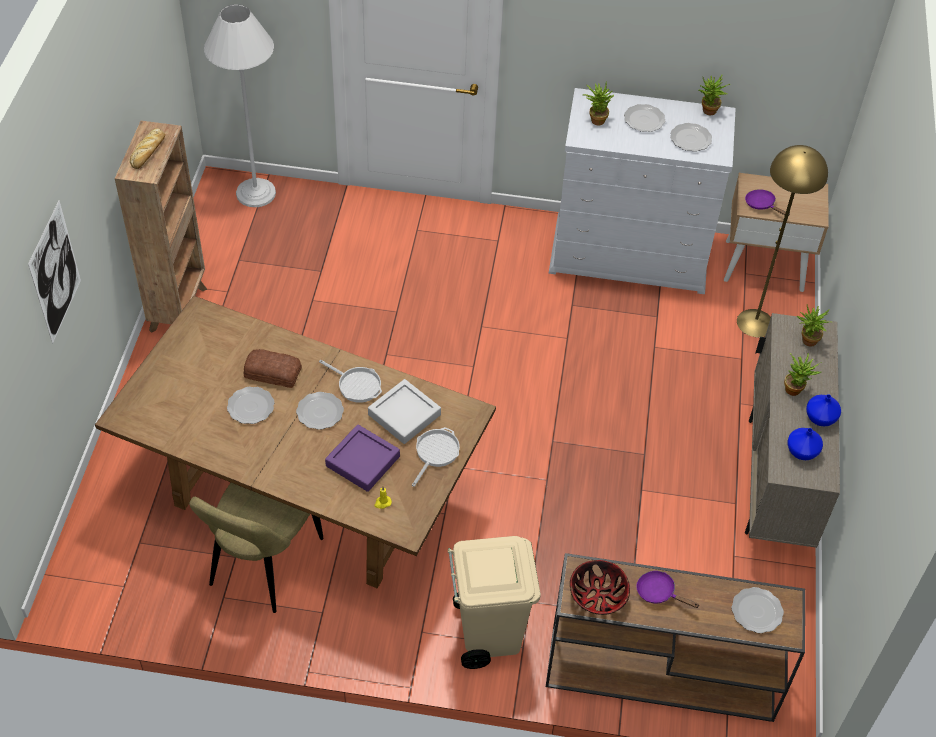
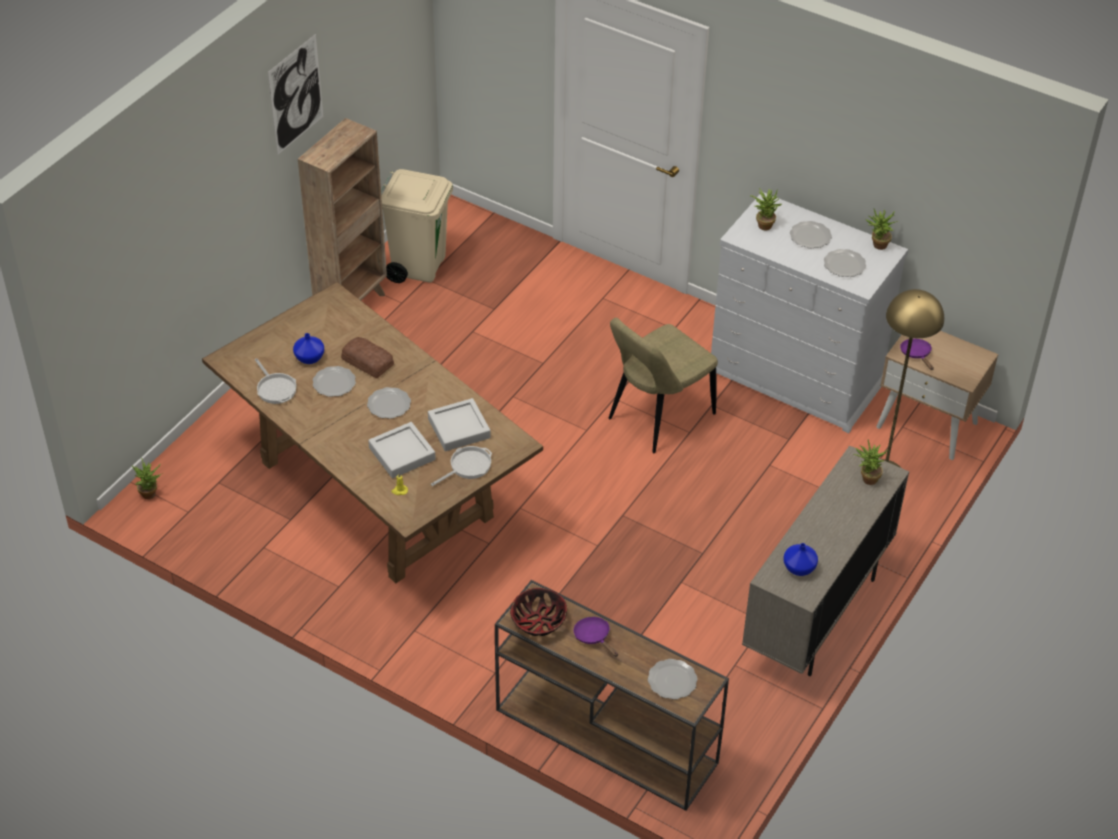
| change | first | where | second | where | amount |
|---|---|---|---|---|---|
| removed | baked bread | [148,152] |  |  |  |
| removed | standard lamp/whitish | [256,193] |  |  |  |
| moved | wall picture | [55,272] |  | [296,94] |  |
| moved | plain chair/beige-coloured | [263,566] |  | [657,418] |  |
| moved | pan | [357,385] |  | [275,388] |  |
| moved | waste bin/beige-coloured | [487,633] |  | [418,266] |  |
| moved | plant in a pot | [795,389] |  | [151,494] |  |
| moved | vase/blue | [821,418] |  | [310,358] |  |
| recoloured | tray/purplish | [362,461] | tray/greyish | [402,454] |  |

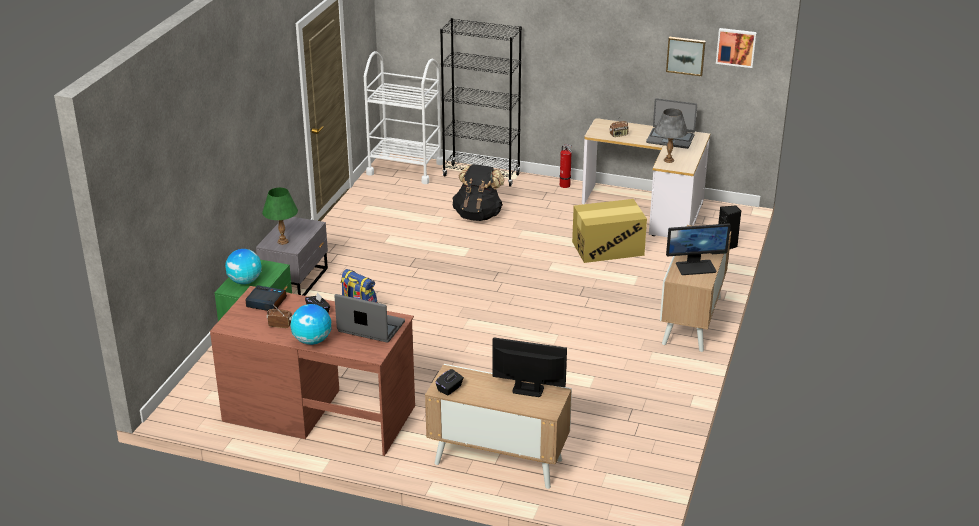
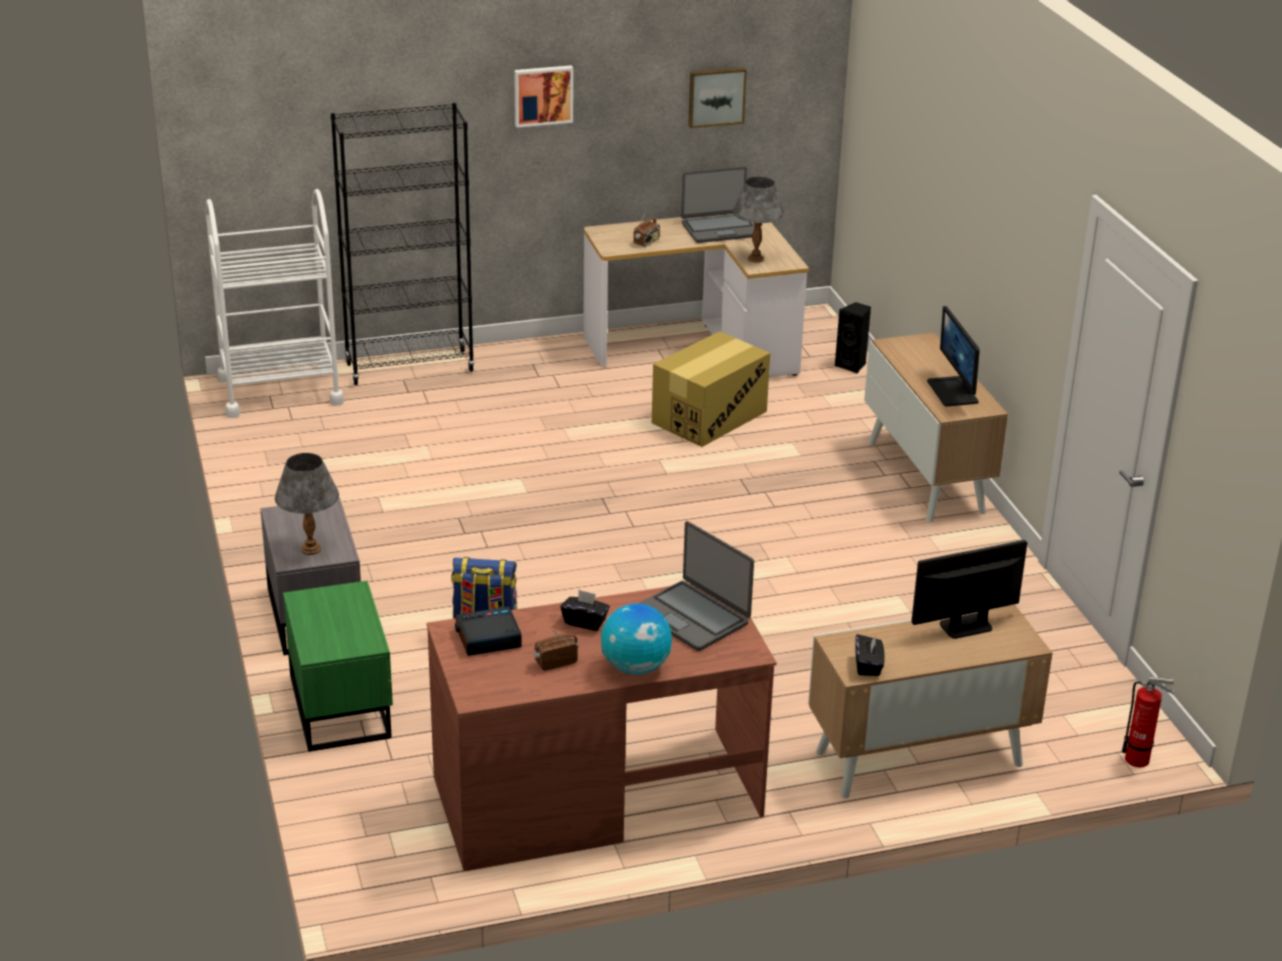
| change | first | where | second | where | amount |
|---|---|---|---|---|---|
| removed | globe | [245,281] |  |  |  |
| removed | backpack/black-coloured | [478,215] |  |  |  |
| moved | extinguisher | [565,186] |  | [1140,760] |  |
| moved | wall picture | [736,47] |  | [543,95] |  |
| recoloured | tabletop lamp/green-coloured | [283,241] | tabletop lamp/greyish | [311,549] |  |
| turned | laptop | [371,327] |  | [692,616] | 120 degrees counterclockwise |
| turned | monitor | [696,267] |  | [954,392] | 120 degrees clockwise |

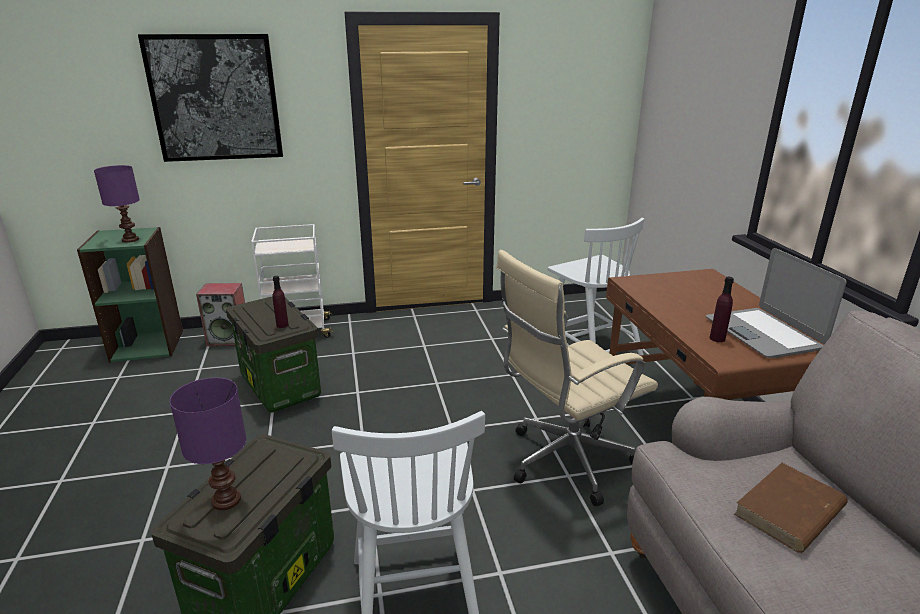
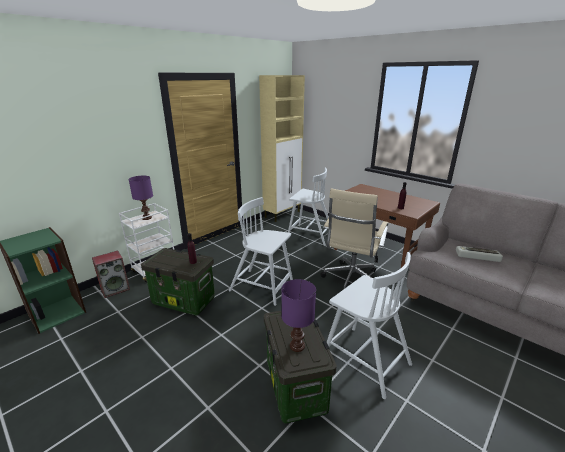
| change | first | where | second | where | amount |
|---|---|---|---|---|---|
| removed | wall picture | [215,98] |  |  |  |
| removed | laptop | [763,333] |  |  |  |
| added |  |  | plain chair/whitish | [262,287] |  |
| added |  |  | storage cabinet/beige-coloured | [282,214] |  |
| moved | tabletop lamp/purplish | [131,239] |  | [147,218] |  |
| replaced | bound book/brown-coloured | [789,511] | computer keyboard | [477,256] |  |

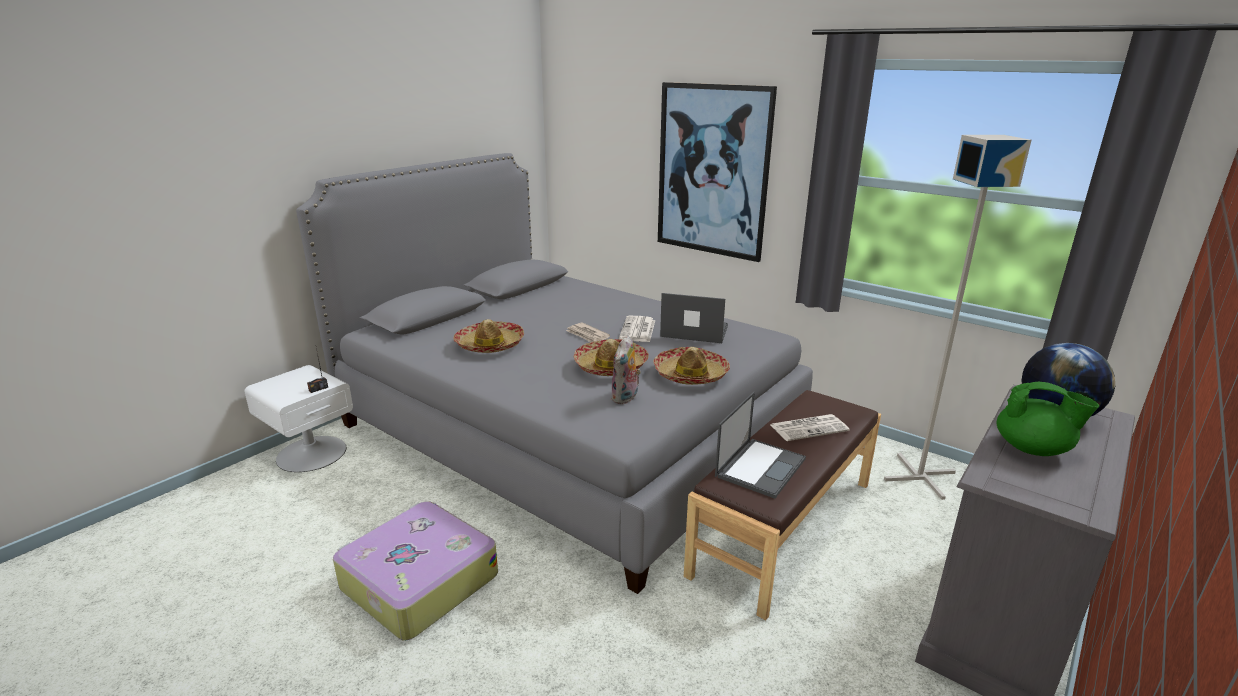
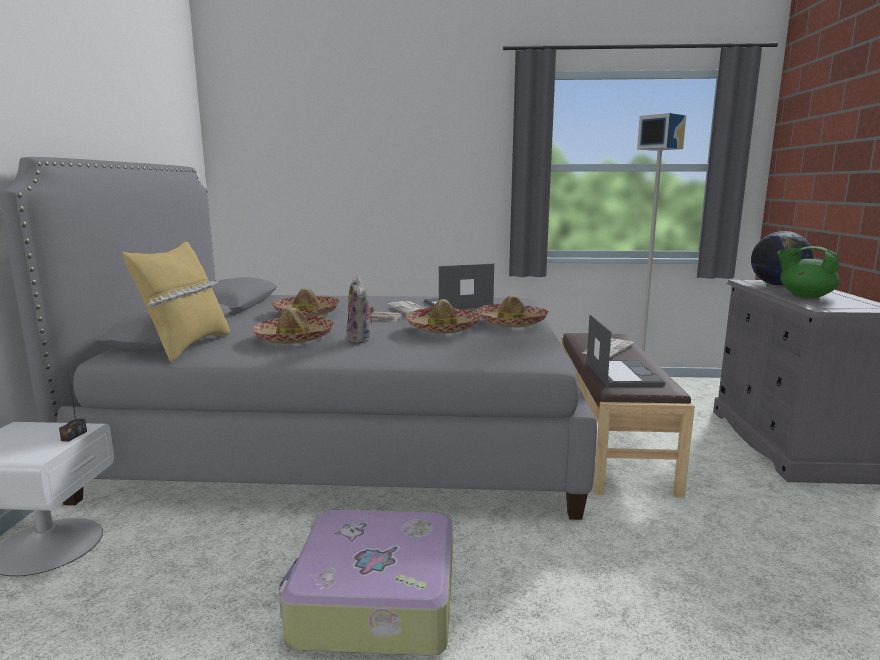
| change | first | where | second | where | amount |
|---|---|---|---|---|---|
| removed | wall picture | [712,171] |  |  |  |
| added |  |  | throw pillow/yellow | [186,346] |  |
| added |  |  | hat | [305,313] |  |
| moved | cuddly toy | [626,398] |  | [361,340] |  |
| turned | tea pot/green-coloured | [1033,449] |  | [805,296] | 135 degrees counterclockwise |

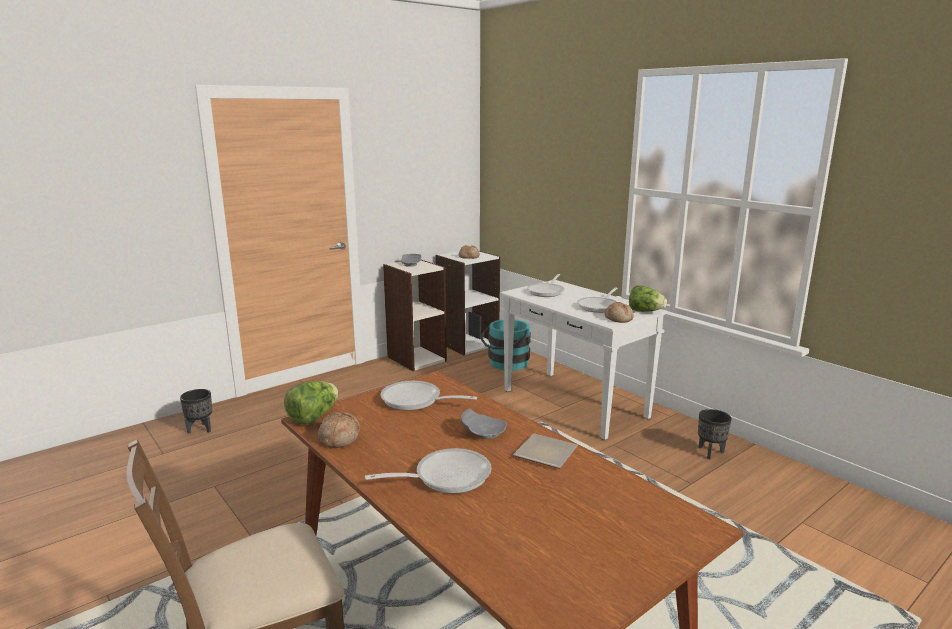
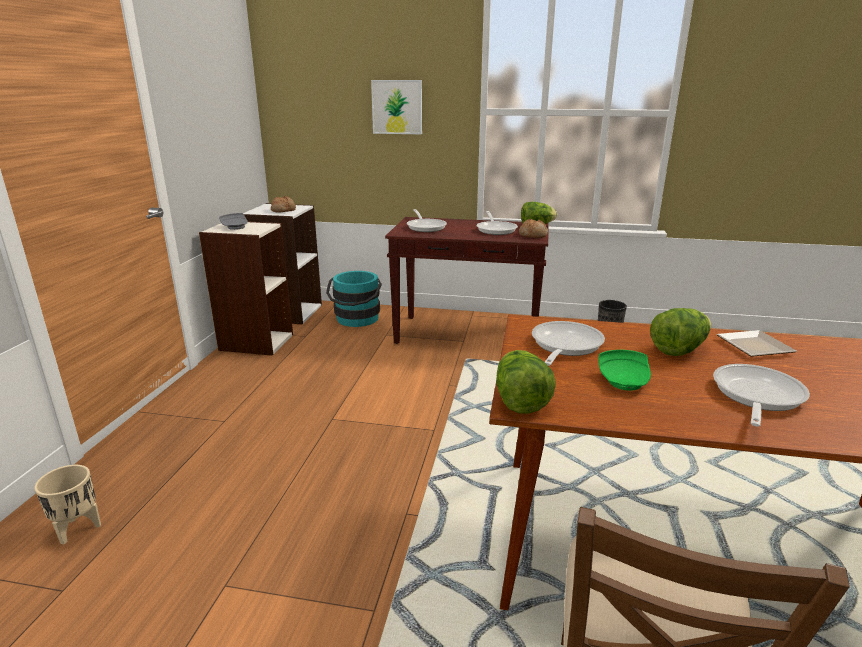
| change | first | where | second | where | amount |
|---|---|---|---|---|---|
| removed | baked bread | [338,438] |  |  |  |
| added |  |  | wall picture | [397,107] |  |
| added |  |  | plate/green-coloured | [624,380] |  |
| replaced | plate/greyish | [483,432] | lettuce head | [678,349] |  |
| recoloured | flower pot/black-coloured | [201,429] | flower pot/beige-coloured | [78,529] |  |
| recoloured | console table/whitish | [575,404] | console table/brown-coloured | [468,335] |  |
| turned | pan | [416,401] |  | [564,346] | 135 degrees clockwise |

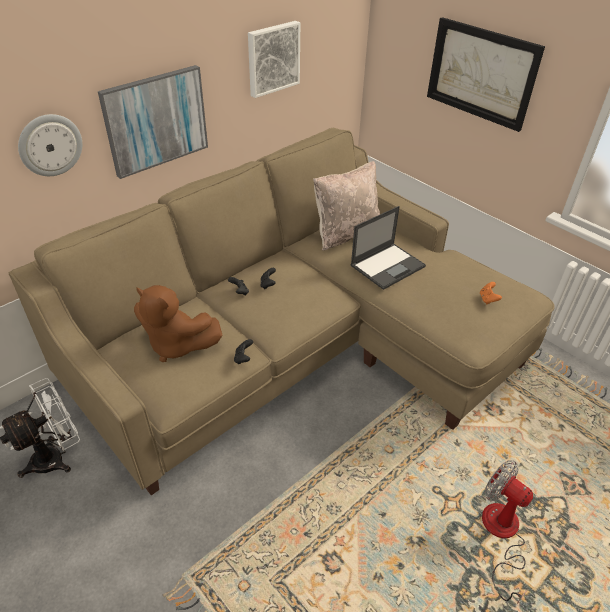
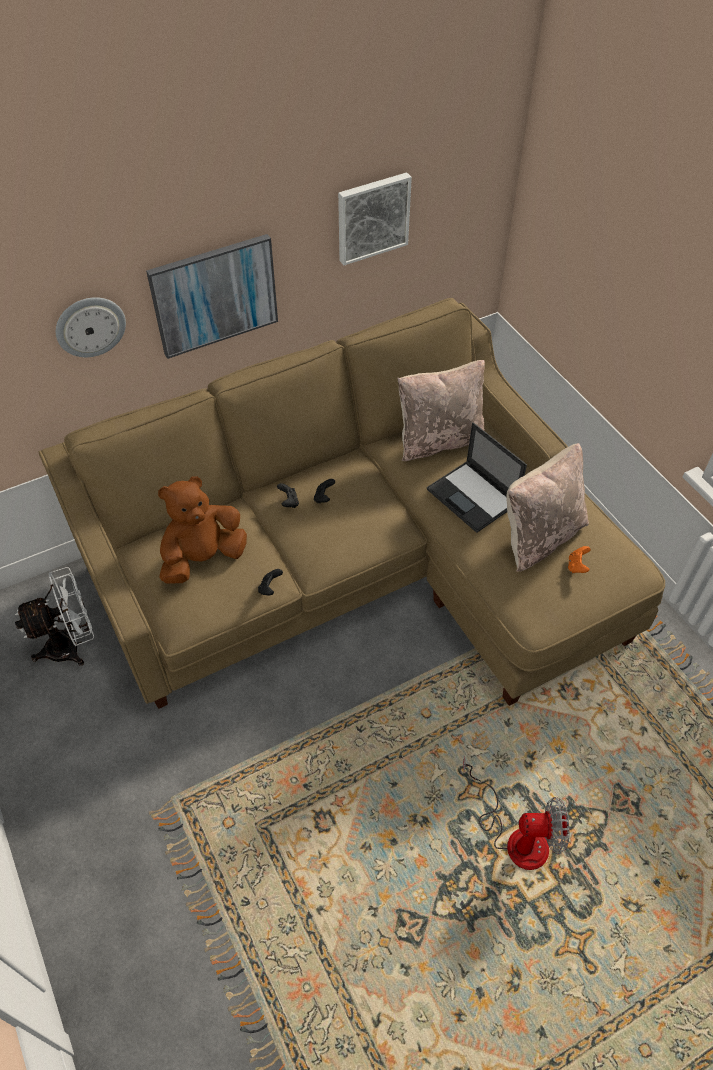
| change | first | where | second | where | amount |
|---|---|---|---|---|---|
| removed | wall picture | [481,73] |  |  |  |
| added |  |  | throw pillow/beige-coloured | [540,536] |  |
| turned | cuddly toy/brown-coloured | [176,345] |  | [203,558] | 105 degrees clockwise |
| turned | laptop | [388,265] |  | [473,497] | 75 degrees clockwise |
| turned | cooling fan | [501,535] |  | [516,836] | 120 degrees clockwise |

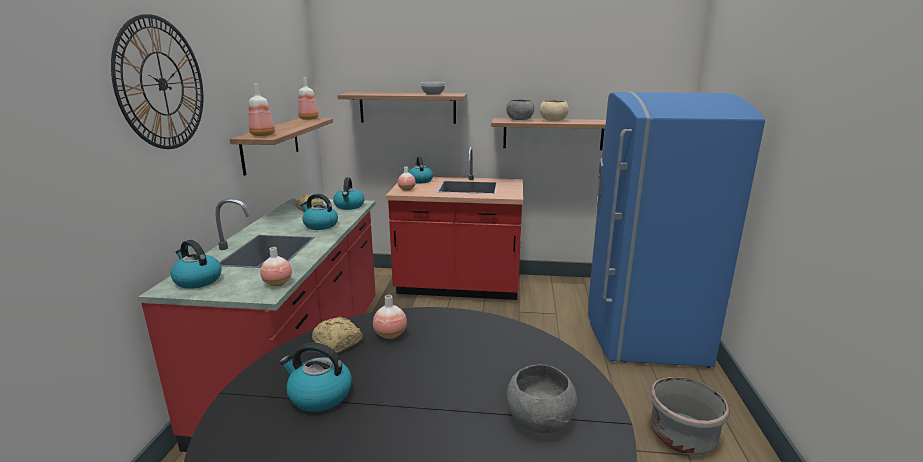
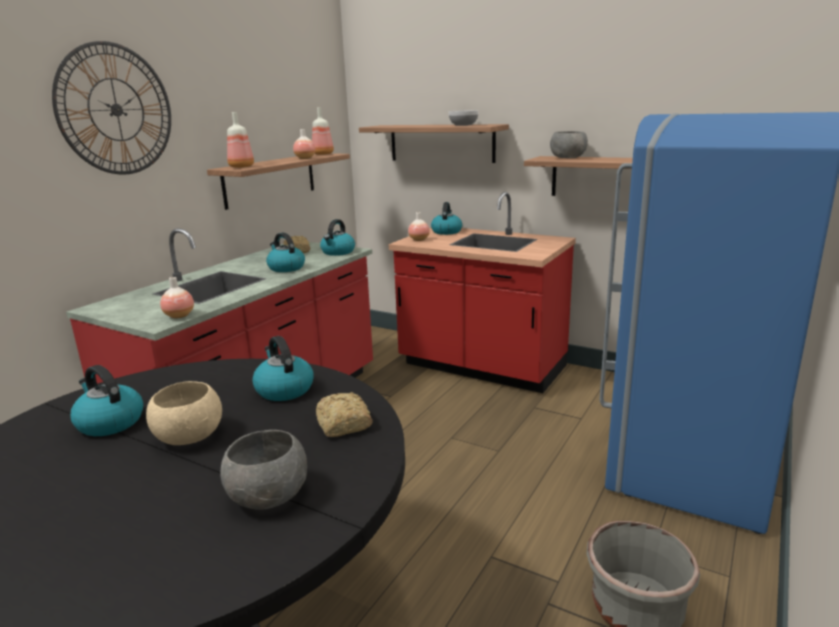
| change | first | where | second | where | amount |
|---|---|---|---|---|---|
| moved | kettle | [197,280] |  | [284,389] |  |
| moved | baked bread | [337,343] |  | [343,425] |  |
| moved | vase | [390,334] |  | [305,158] |  |
| moved | deep dish/beige-coloured | [553,120] |  | [189,436] |  |

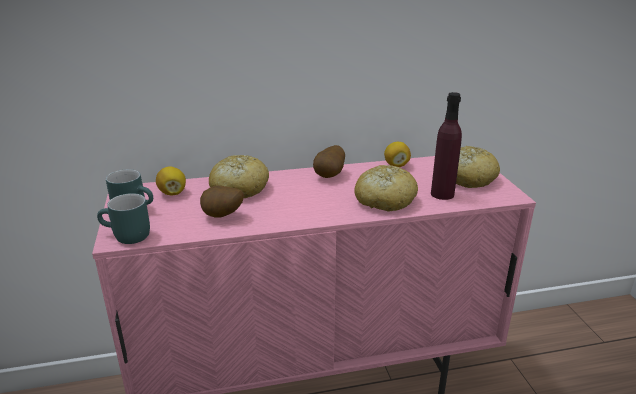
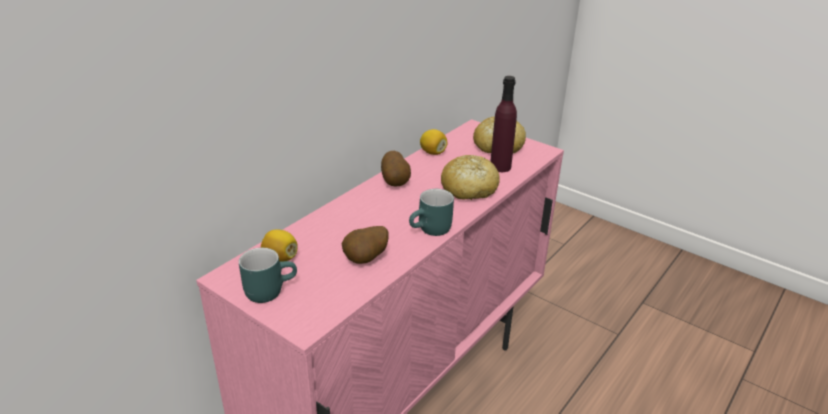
| change | first | where | second | where | amount |
|---|---|---|---|---|---|
| removed | baked bread | [239,188] |  |  |  |
| moved | coffee mug/turquoise-coloured | [126,237] |  | [432,231] |  |

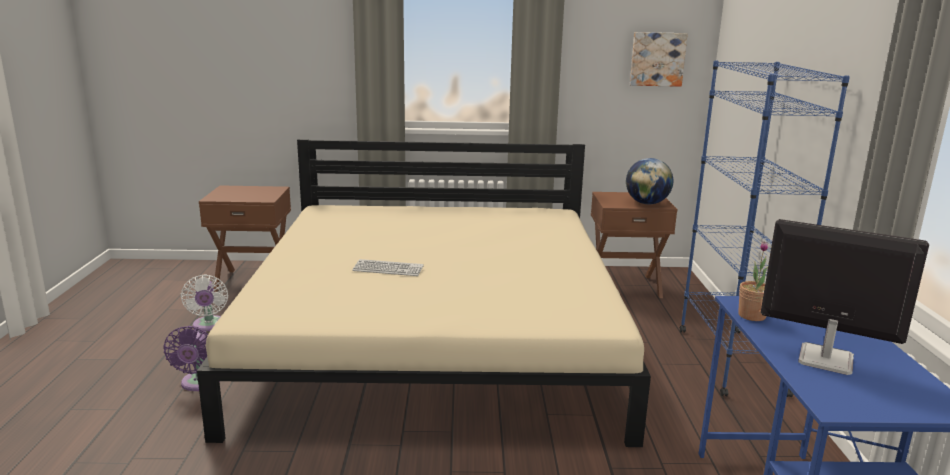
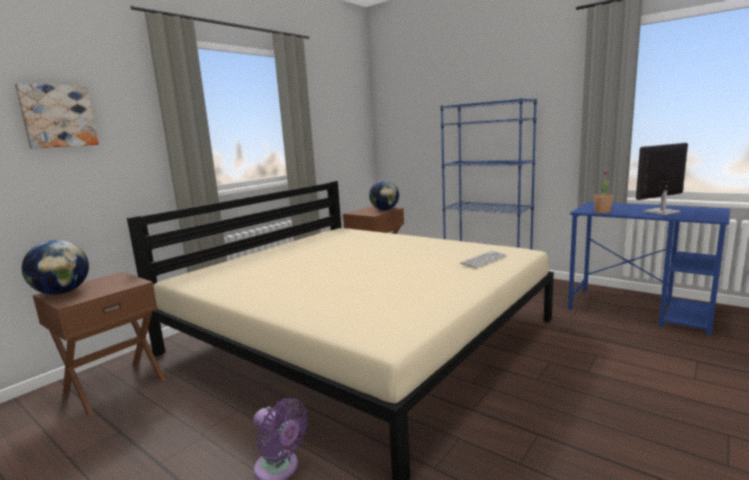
| change | first | where | second | where | amount |
|---|---|---|---|---|---|
| removed | cooling fan/whitish | [209,326] |  |  |  |
| added |  |  | globe | [62,292] |  |
| moved | computer keyboard | [388,269] |  | [484,260] |  |
| moved | wall picture | [657,59] |  | [58,116] |  |

